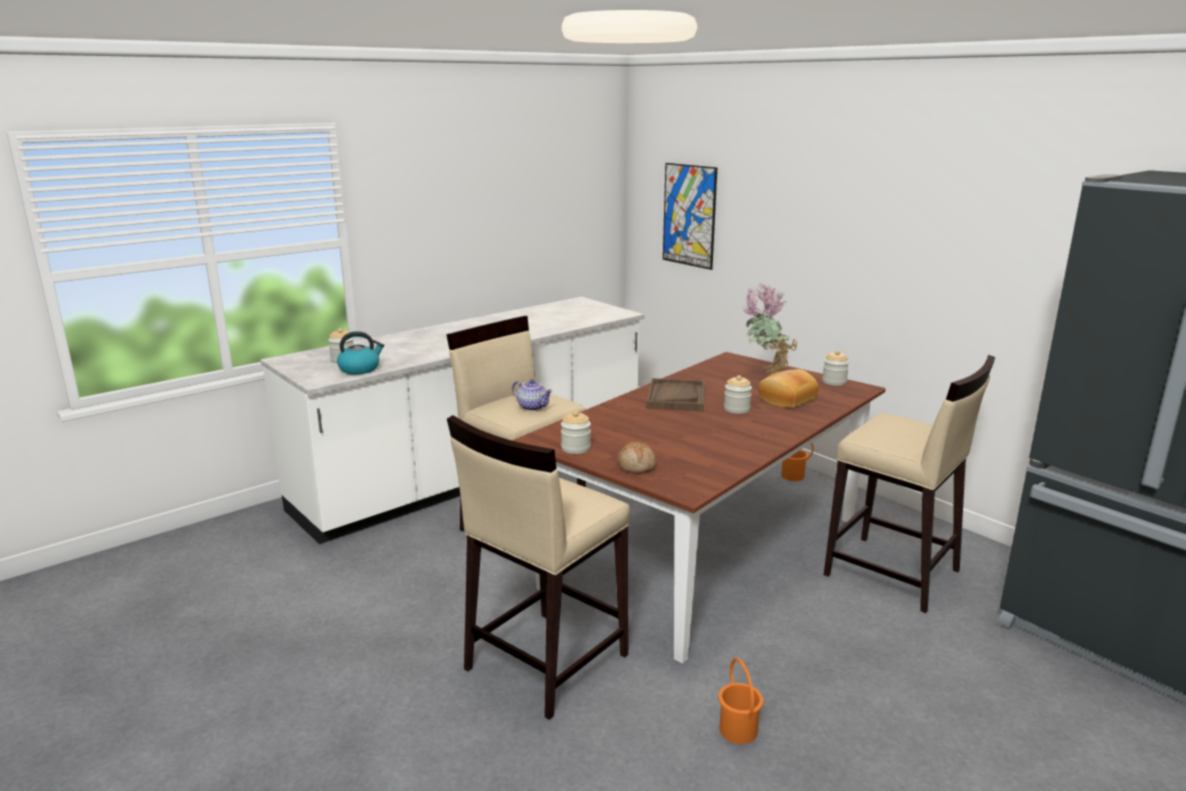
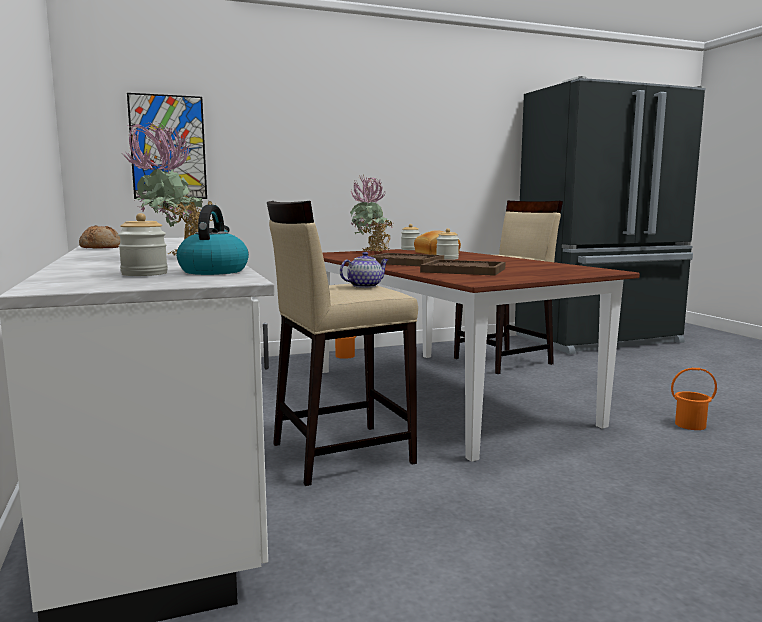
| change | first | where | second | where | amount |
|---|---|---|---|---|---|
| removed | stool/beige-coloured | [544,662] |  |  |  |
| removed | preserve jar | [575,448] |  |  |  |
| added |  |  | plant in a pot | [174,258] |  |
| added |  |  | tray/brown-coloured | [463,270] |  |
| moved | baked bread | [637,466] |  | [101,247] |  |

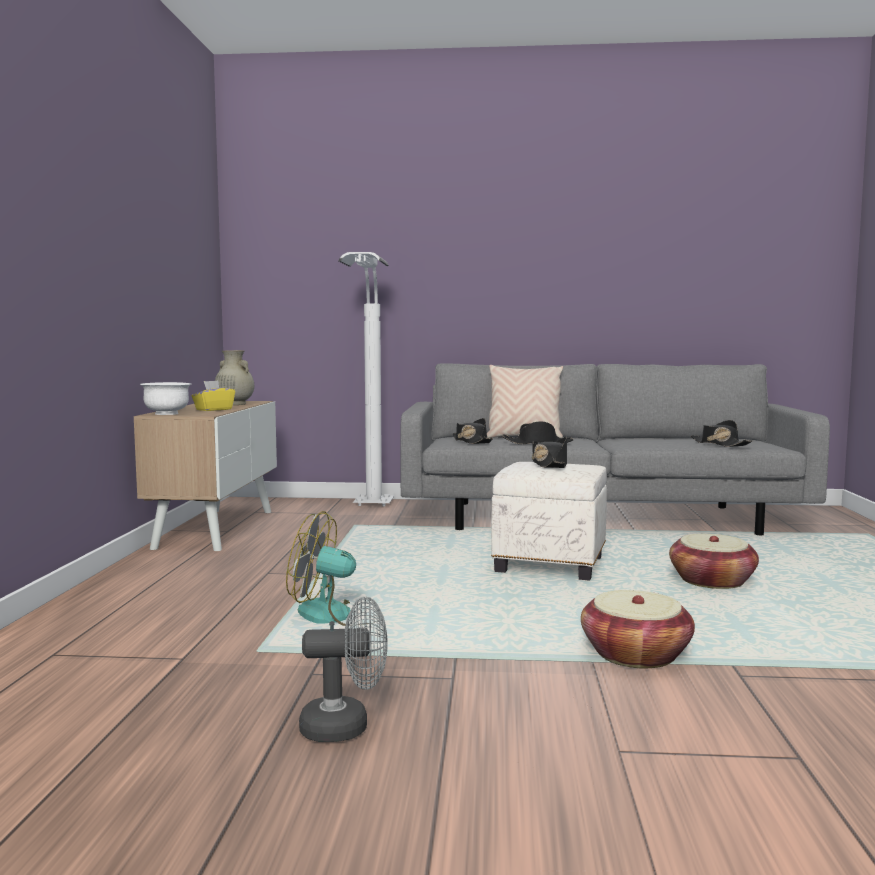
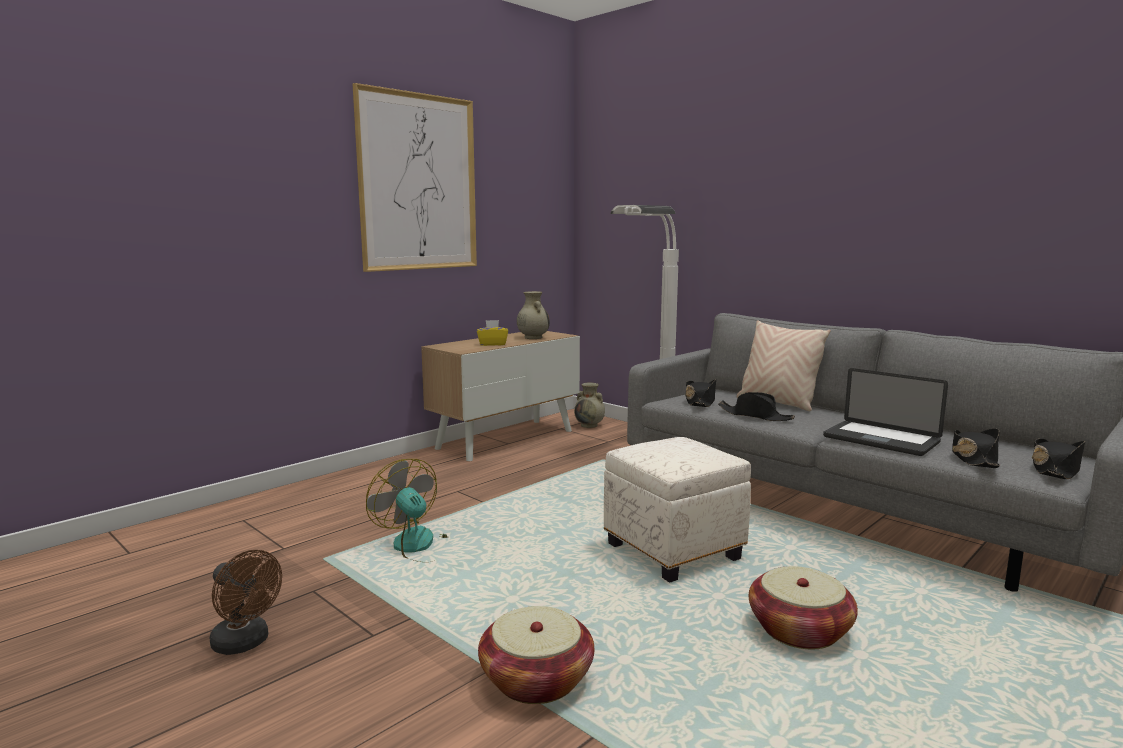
| change | first | where | second | where | amount |
|---|---|---|---|---|---|
| removed | deep dish/whitish | [167,414] |  |  |  |
| added |  |  | wall picture | [418,183] |  |
| added |  |  | vase/beige-coloured | [589,425] |  |
| added |  |  | laptop | [881,440] |  |
| moved | hat/black-coloured | [549,464] |  | [1055,469] |  |
| recoloured | cooling fan/greyish | [346,726] | cooling fan/brown-coloured | [245,643] |  |

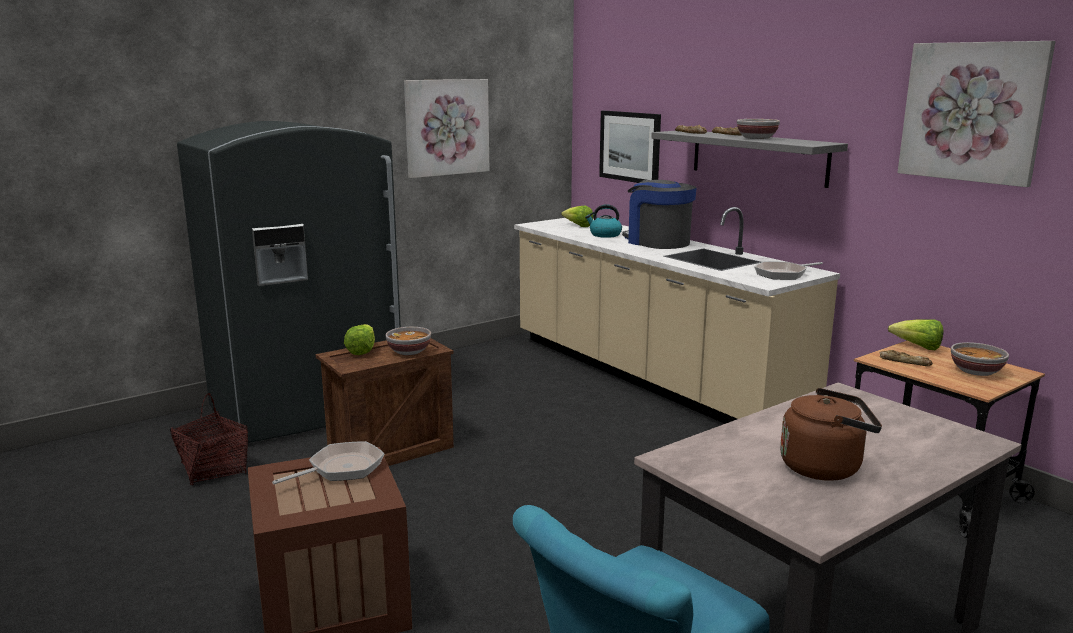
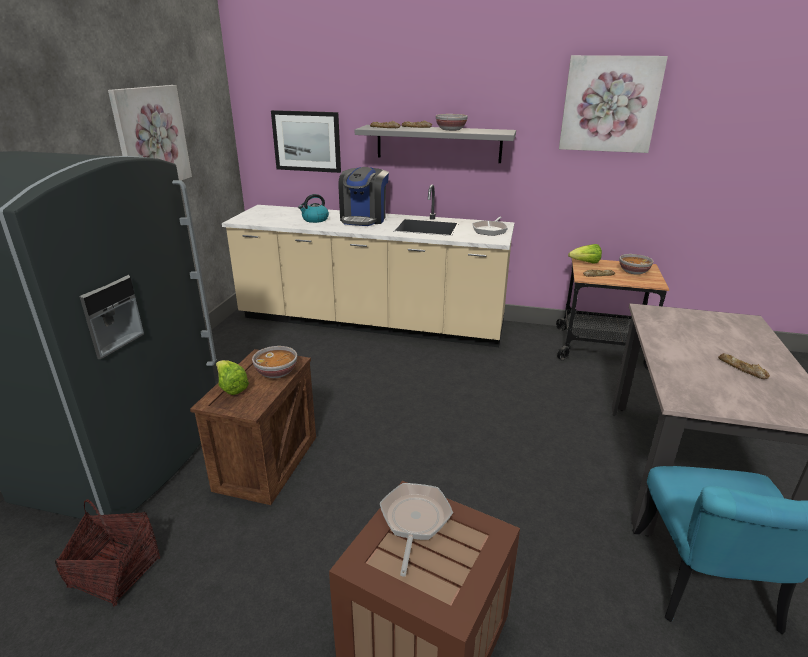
| change | first | where | second | where | amount |
|---|---|---|---|---|---|
| removed | lettuce head | [578,226] |  |  |  |
| replaced | kettle/brown-coloured | [825,467] | baked bread | [742,369] |  |
| turned | coffee machine | [657,242] |  | [364,219] | 90 degrees counterclockwise |

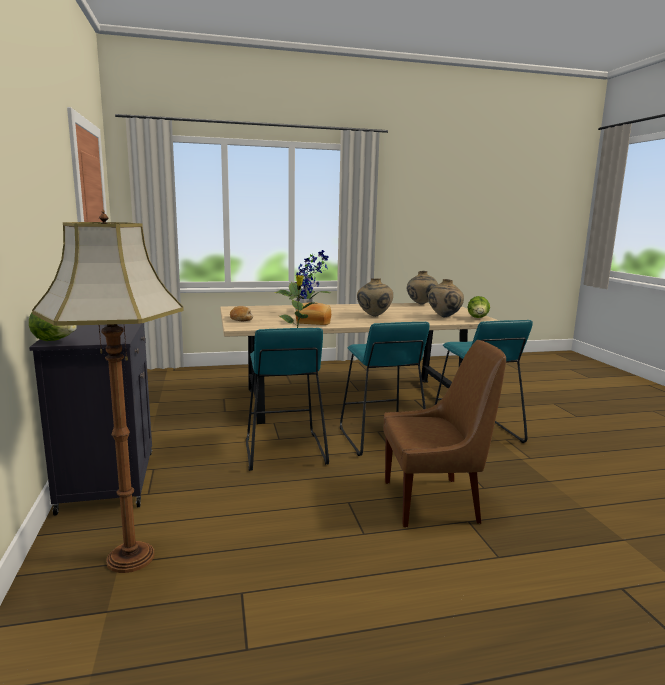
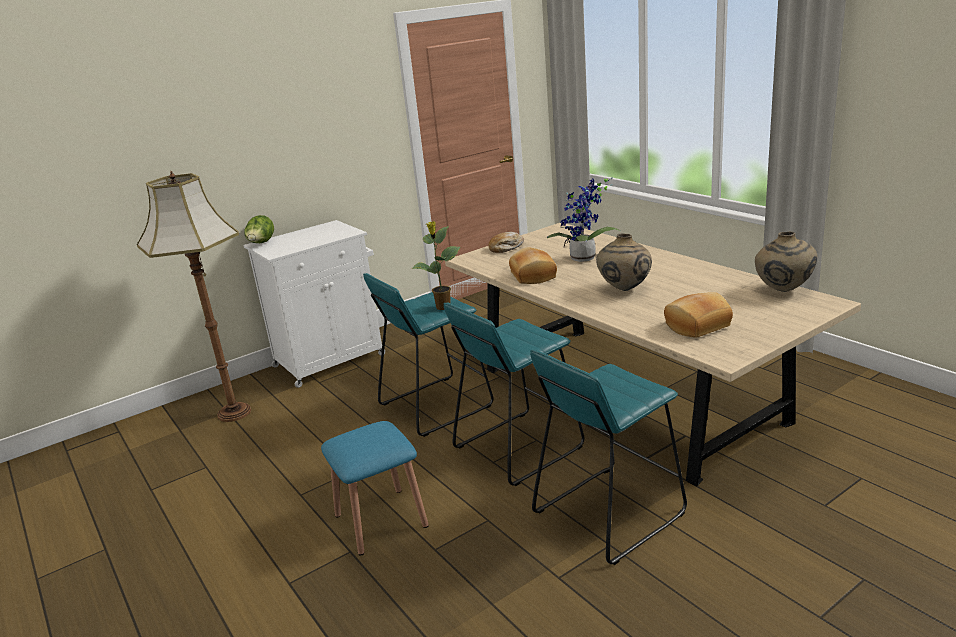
| change | first | where | second | where | amount |
|---|---|---|---|---|---|
| removed | lettuce head | [478,318] |  |  |  |
| replaced | plain chair/brown-coloured | [434,501] | stool/blue | [381,520] |  |
| replaced | vase/beige-coloured | [444,317] | baked bread | [696,325] |  |
| recoloured | storage cabinet/black-coloured | [108,480] | storage cabinet/whitish | [331,360] |  |

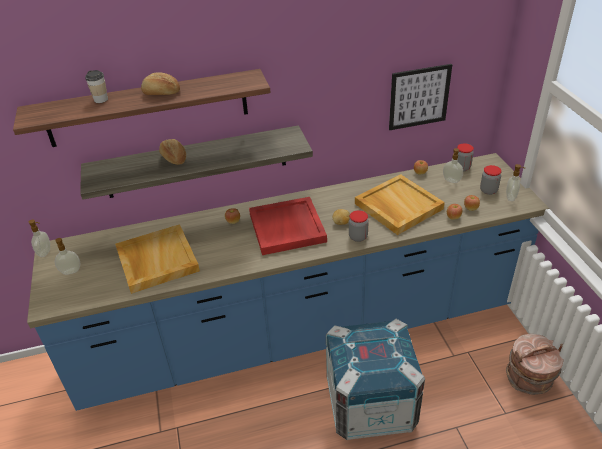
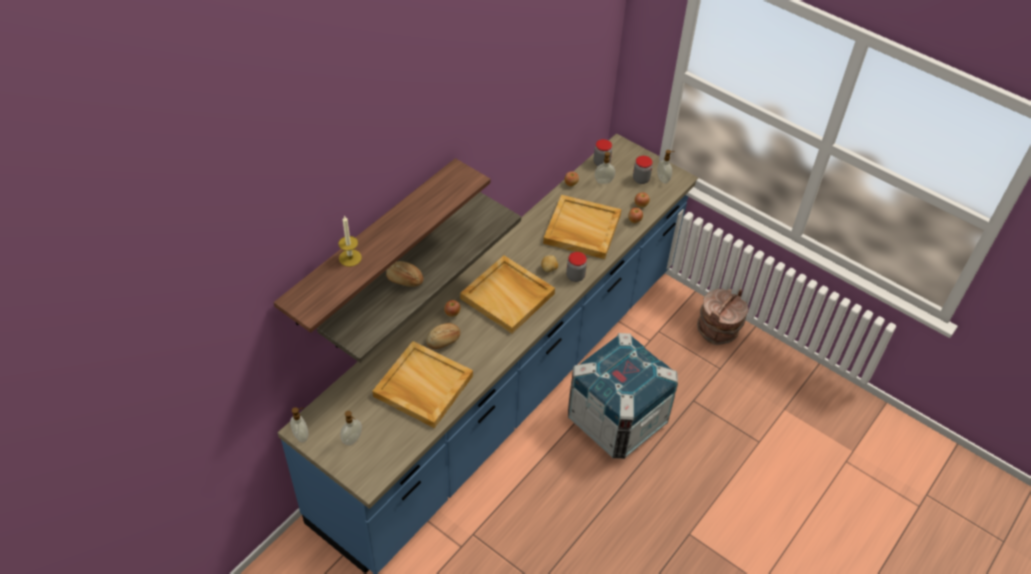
| change | first | where | second | where | amount |
|---|---|---|---|---|---|
| removed | wall picture | [419,97] |  |  |  |
| moved | baked bread | [161,93] |  | [444,341] |  |
| replaced | small cup | [101,99] | candle | [350,258] |  |
| recoloured | tray/red | [288,228] | tray/beige-coloured | [508,296] |  |

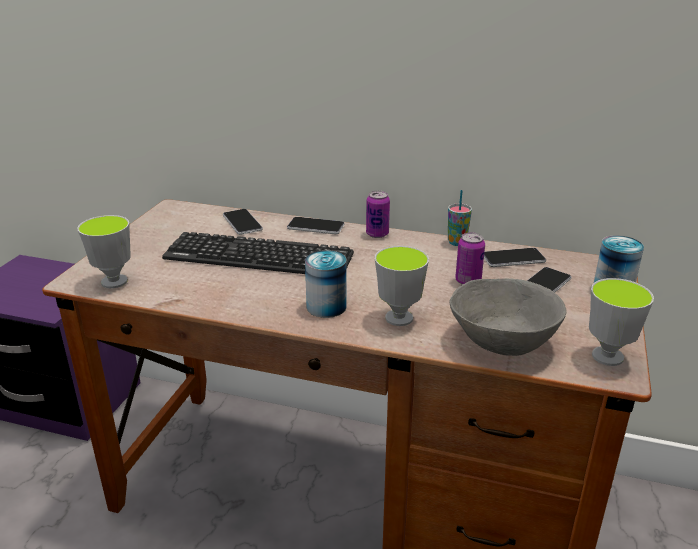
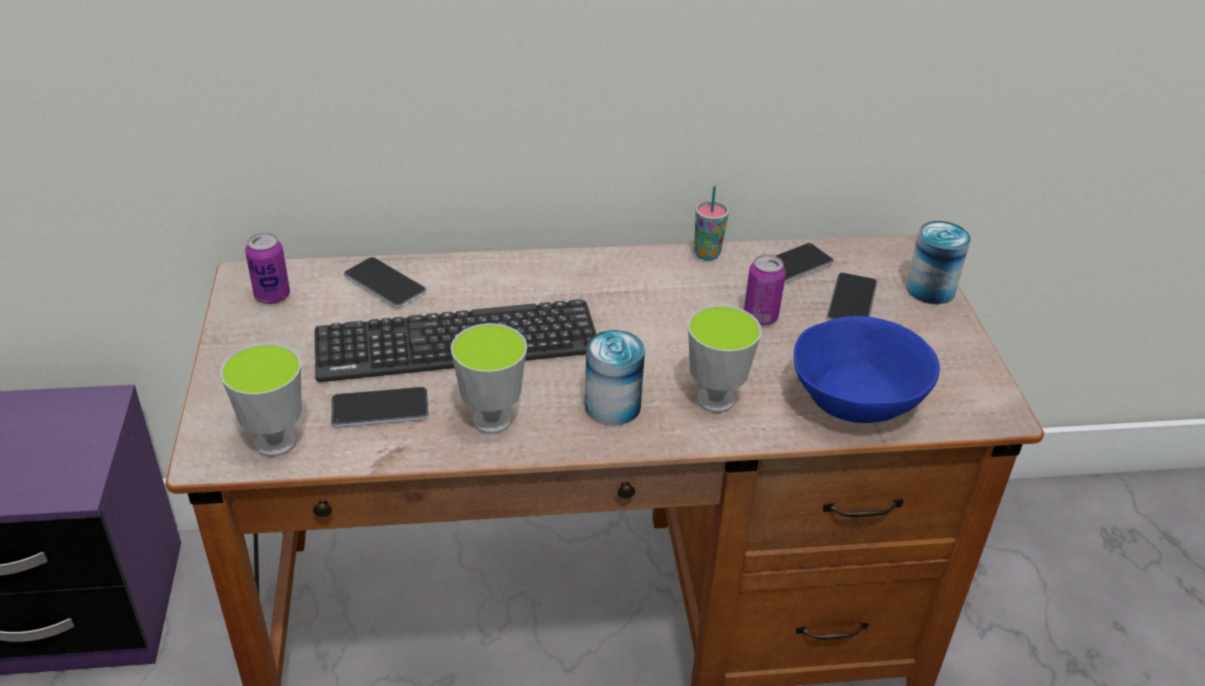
| change | first | where | second | where | amount |
|---|---|---|---|---|---|
| moved | telephone | [316,227] |  | [380,409] |  |
| moved | metal can | [377,234] |  | [272,296] |  |
| moved | small cup | [607,356] |  | [491,420] |  |
| recoloured | deep dish/greyish | [504,341] | deep dish/blue | [856,401] |  |

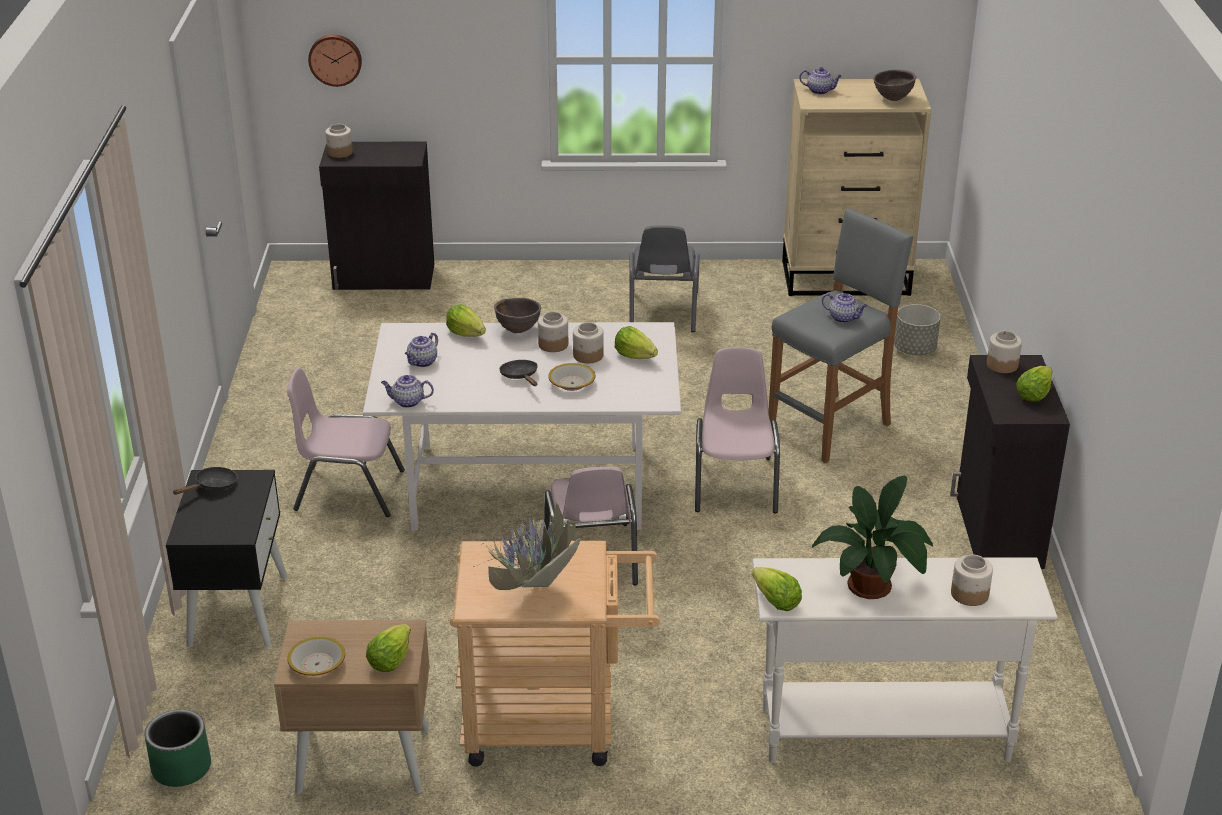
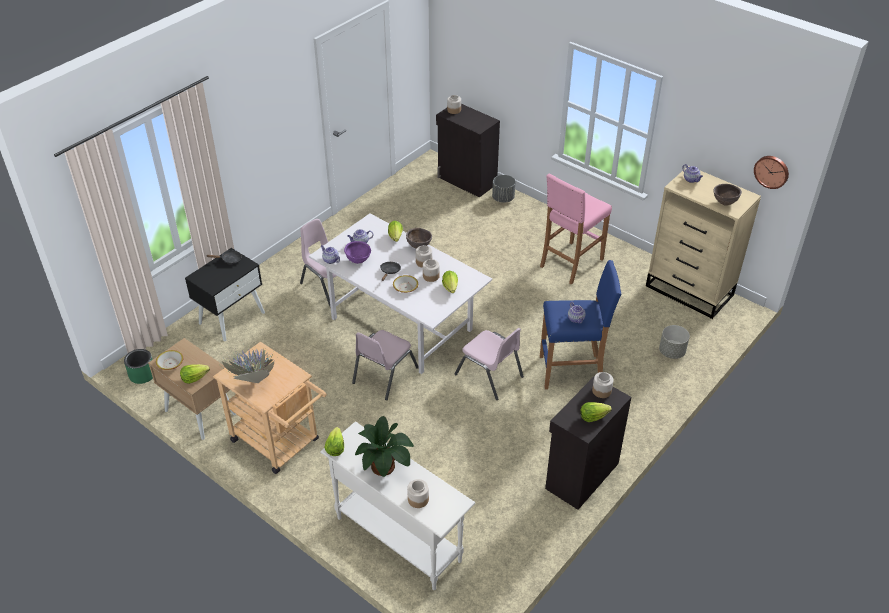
| change | first | where | second | where | amount |
|---|---|---|---|---|---|
| added |  |  | deep dish/purplish | [358,261] |  |
| added |  |  | flower pot/greyish | [503,198] |  |
| moved | clock on the wall | [335,59] |  | [772,171] |  |
| replaced | plain chair/greyish | [662,311] | stool/pink-coloured | [570,263] |  |
| recoloured | stool/greyish | [831,427] | stool/blue | [572,371] |  |
| turned | plain chair/pink-coloured | [735,484] |  | [489,375] | 90 degrees clockwise |

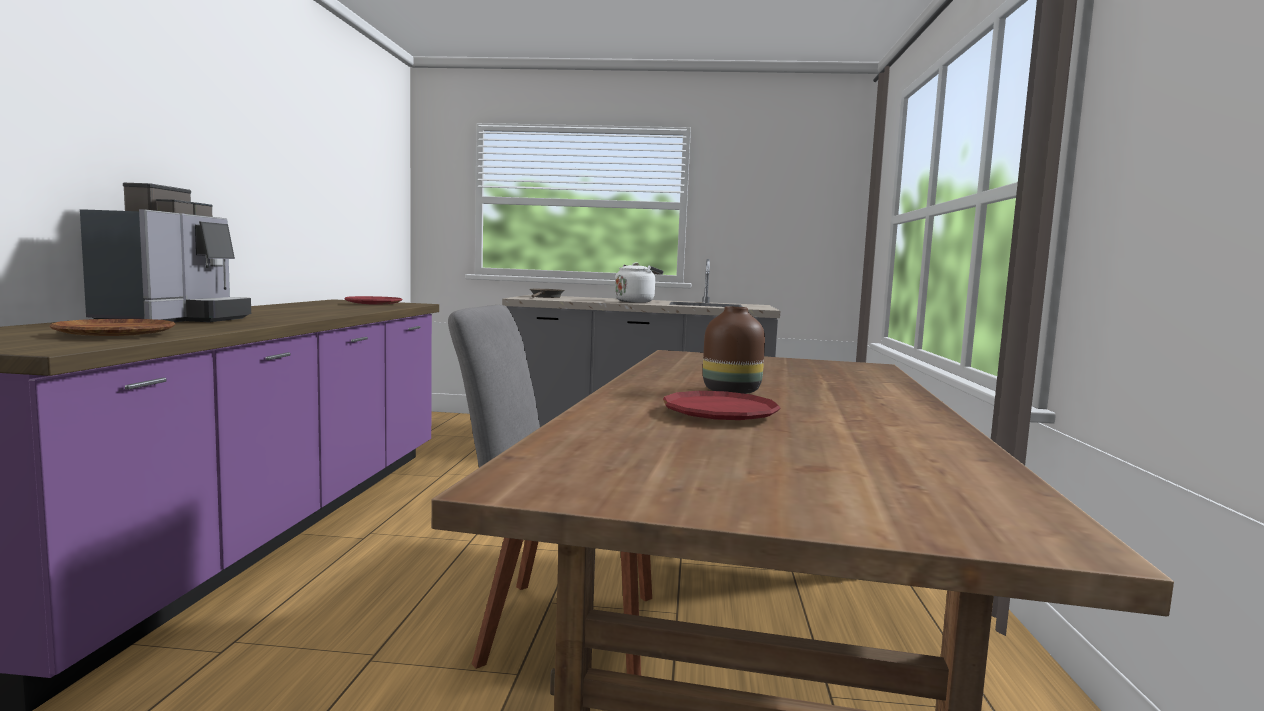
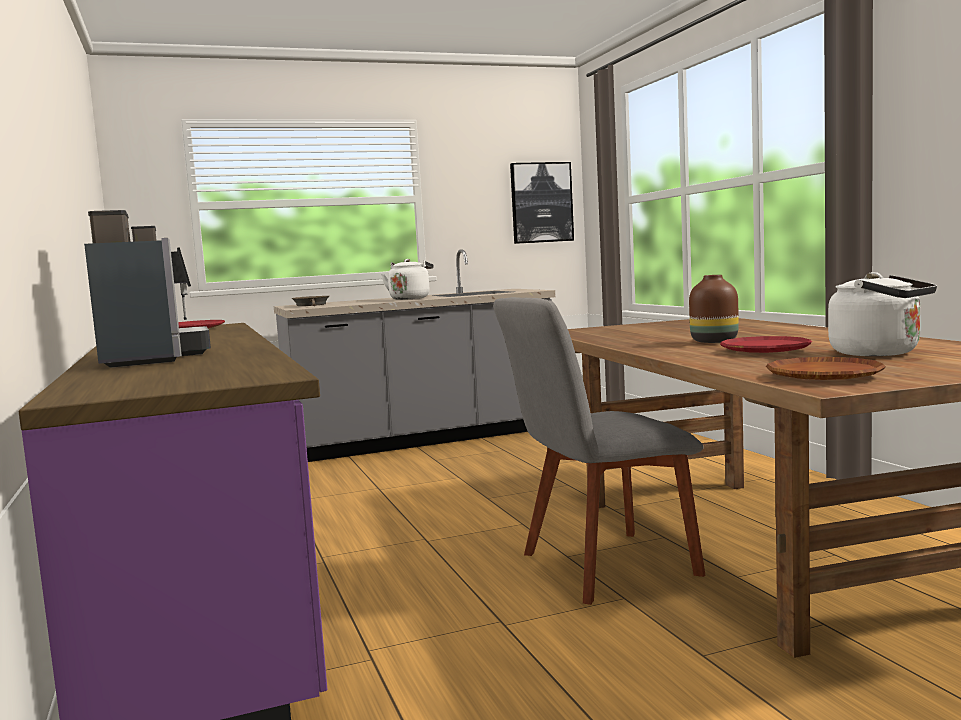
| change | first | where | second | where | amount |
|---|---|---|---|---|---|
| added |  |  | wall picture | [541,202] |  |
| added |  |  | kettle/whitish | [880,353] |  |
| moved | plate/brown-coloured | [115,334] |  | [824,376] |  |

